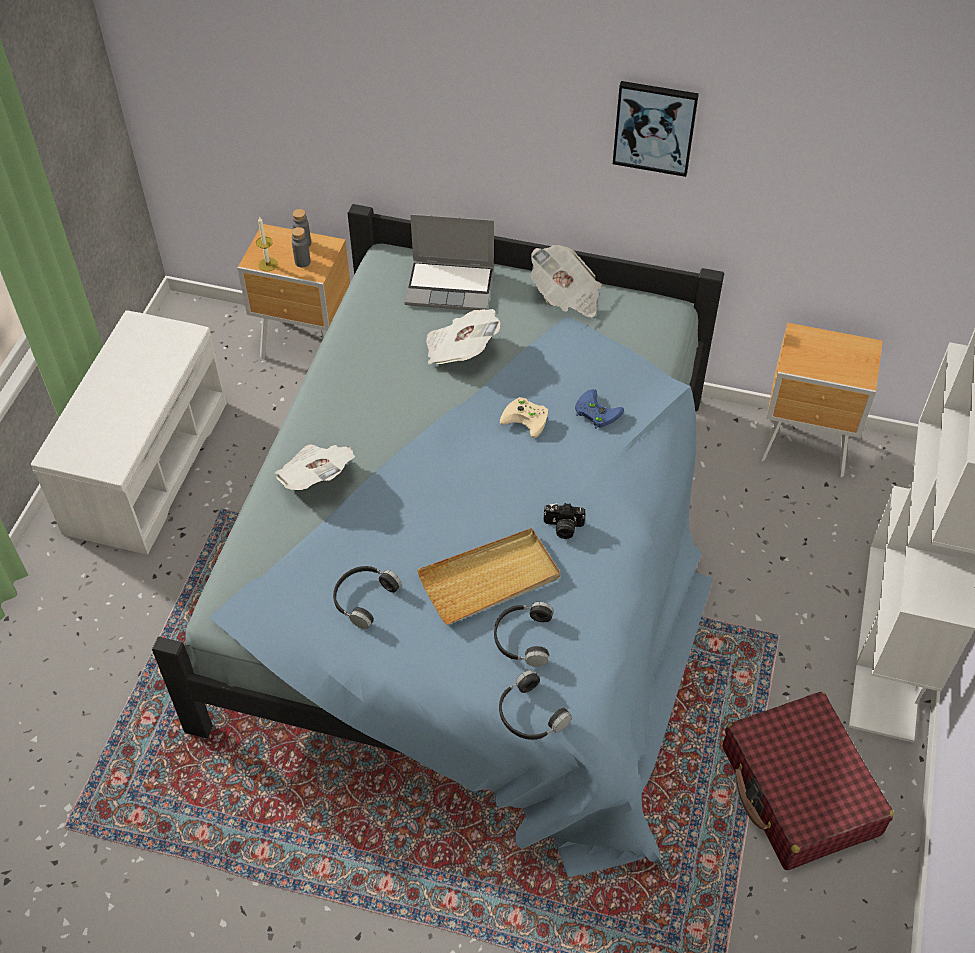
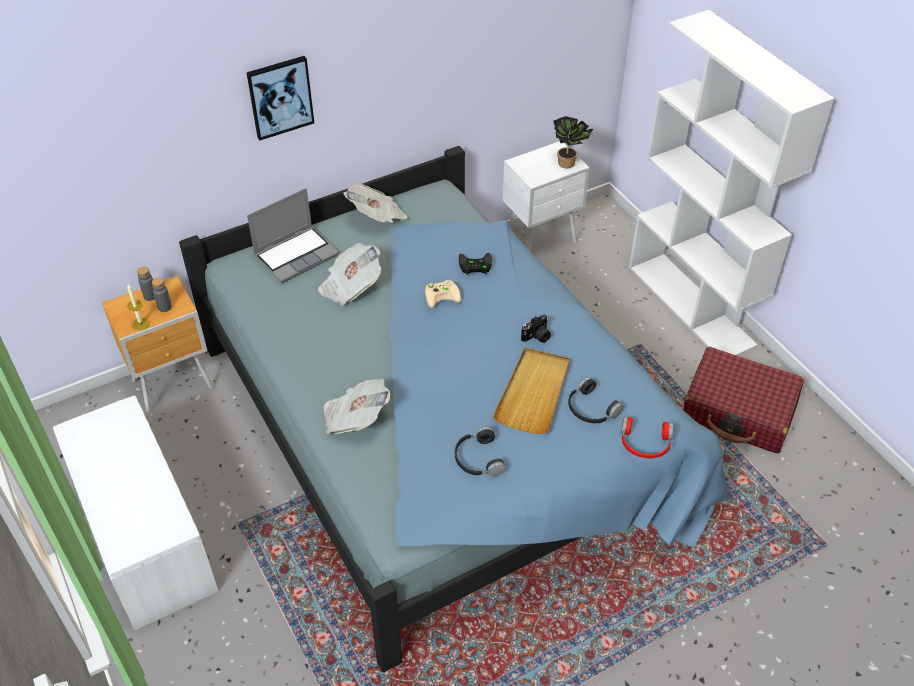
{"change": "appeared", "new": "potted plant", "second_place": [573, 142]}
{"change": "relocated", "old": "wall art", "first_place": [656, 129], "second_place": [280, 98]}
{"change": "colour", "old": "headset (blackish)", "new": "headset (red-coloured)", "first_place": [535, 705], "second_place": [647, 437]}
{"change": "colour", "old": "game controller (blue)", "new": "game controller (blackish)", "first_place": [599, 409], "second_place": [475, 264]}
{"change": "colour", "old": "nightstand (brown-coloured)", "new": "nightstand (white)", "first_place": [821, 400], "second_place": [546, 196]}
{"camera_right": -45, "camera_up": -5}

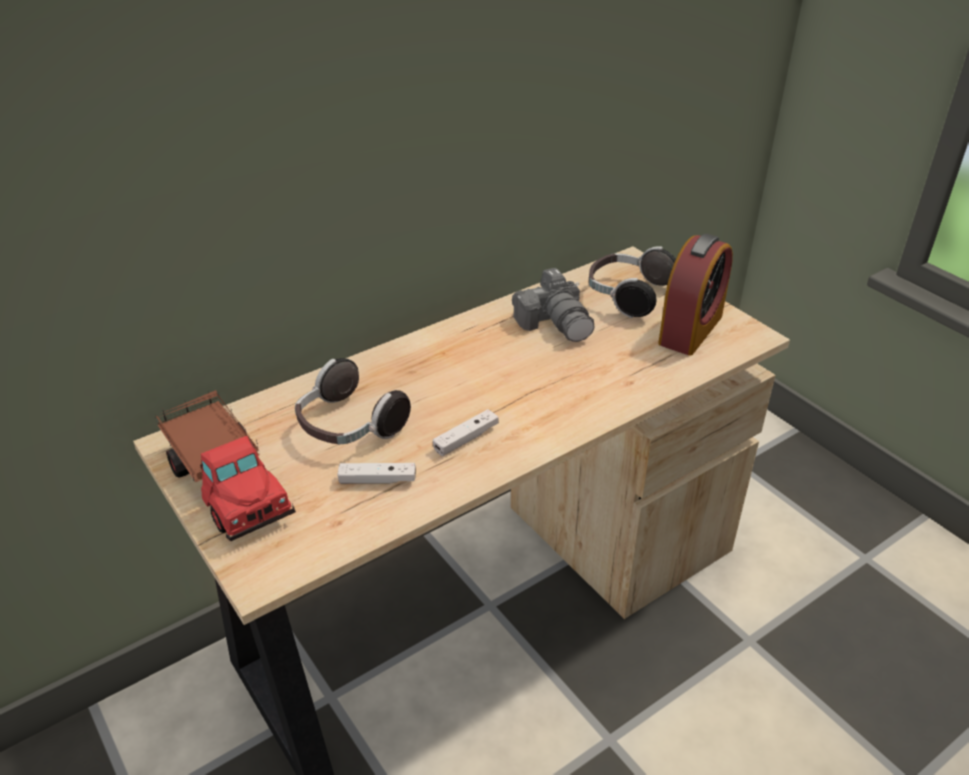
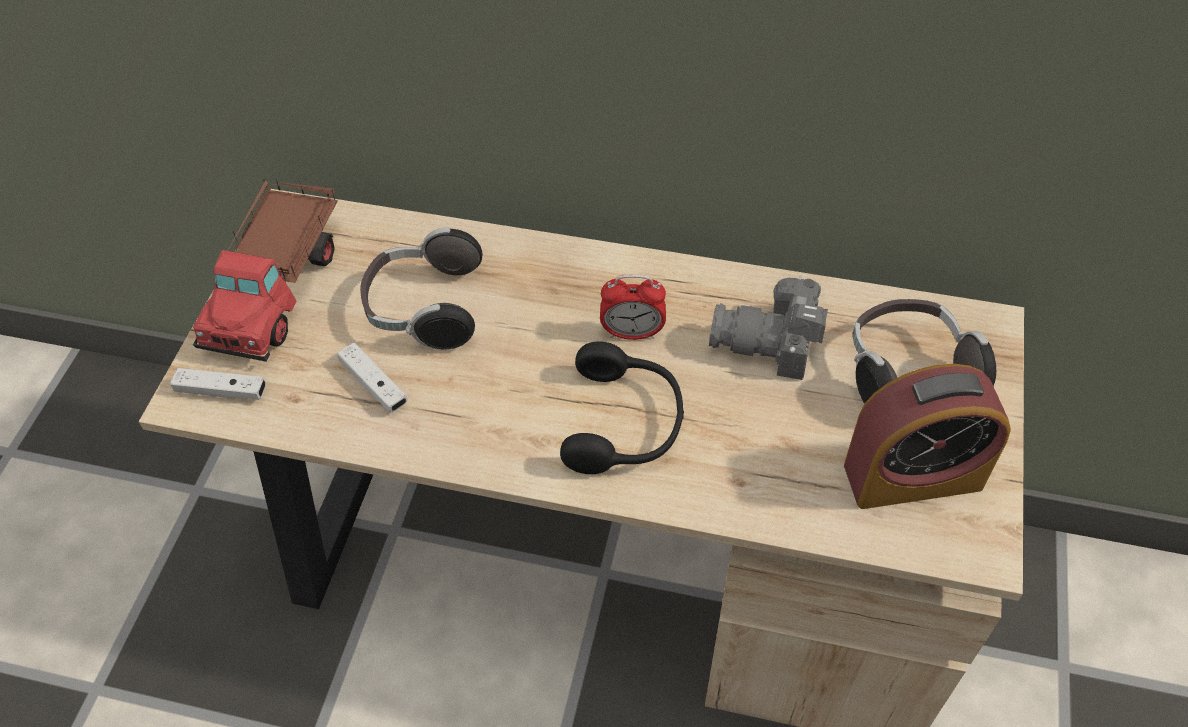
{"change": "appeared", "new": "headset (blackish)", "second_place": [622, 407]}
{"change": "appeared", "new": "alarm clock", "second_place": [633, 307]}
{"change": "relocated", "old": "game controller (white)", "first_place": [466, 432], "second_place": [218, 384]}
{"change": "spun", "old": "still camera", "first_place": [553, 305], "second_place": [768, 327], "degrees": 75}
{"camera_right": 50, "camera_up": 15}

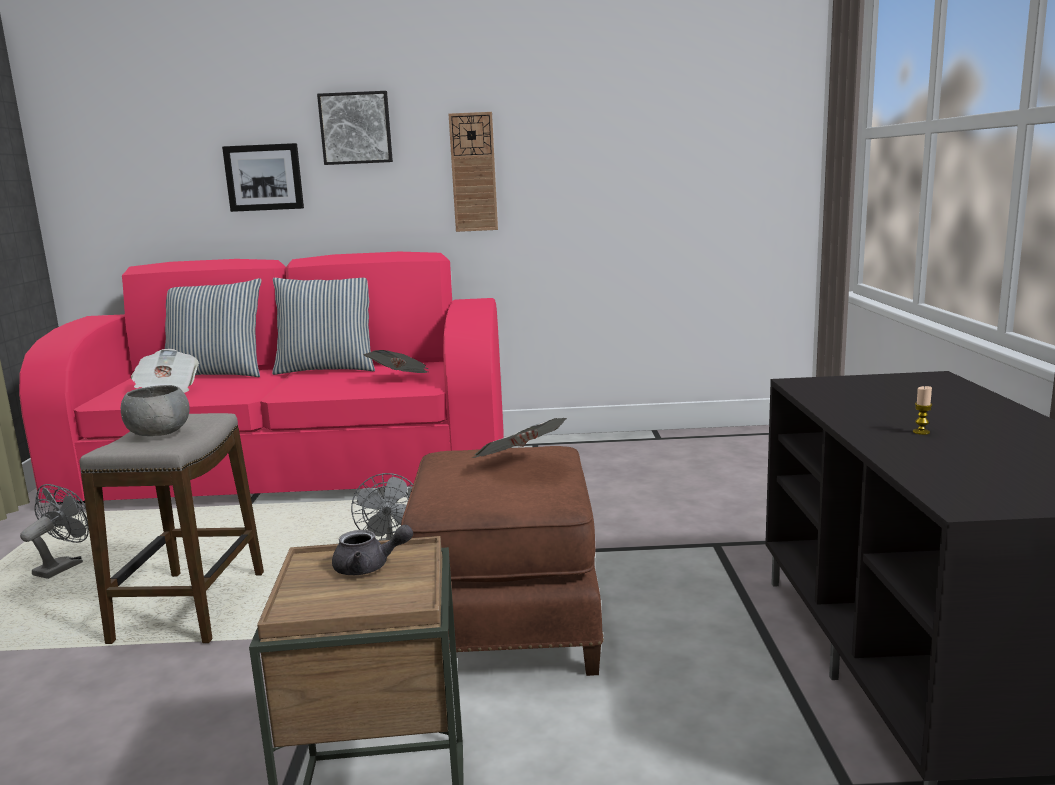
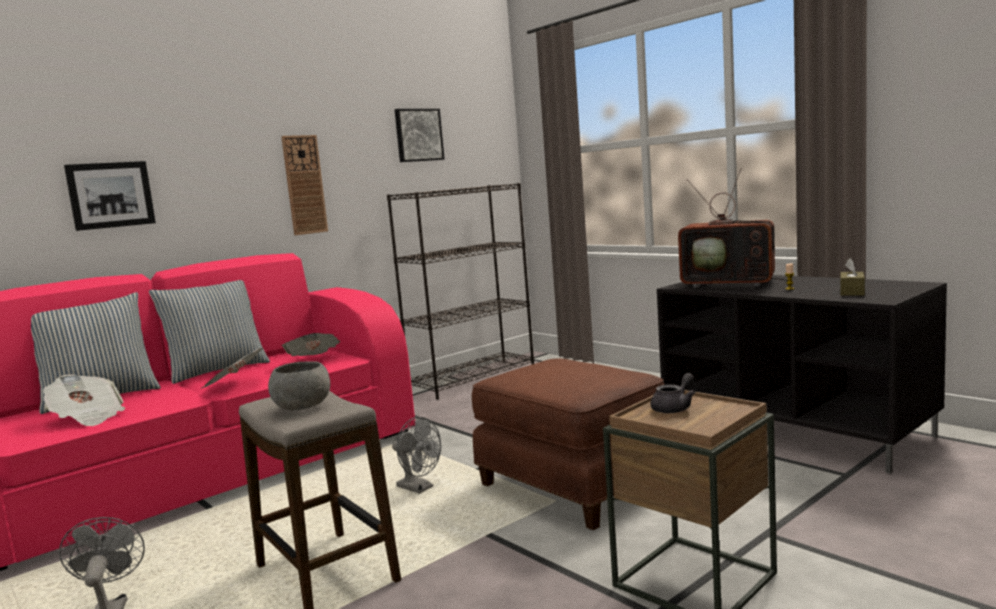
{"change": "appeared", "new": "bookcase (blackish)", "second_place": [460, 291]}
{"change": "appeared", "new": "TV set", "second_place": [735, 228]}
{"change": "appeared", "new": "box of tissues (brown-coloured)", "second_place": [852, 277]}
{"change": "relocated", "old": "wall art", "first_place": [355, 128], "second_place": [420, 135]}
{"change": "relocated", "old": "newspaper", "first_place": [519, 438], "second_place": [231, 368]}
{"camera_right": -40, "camera_up": -5}

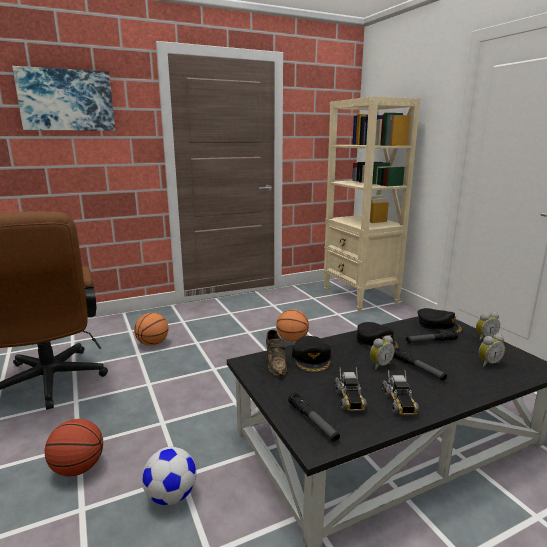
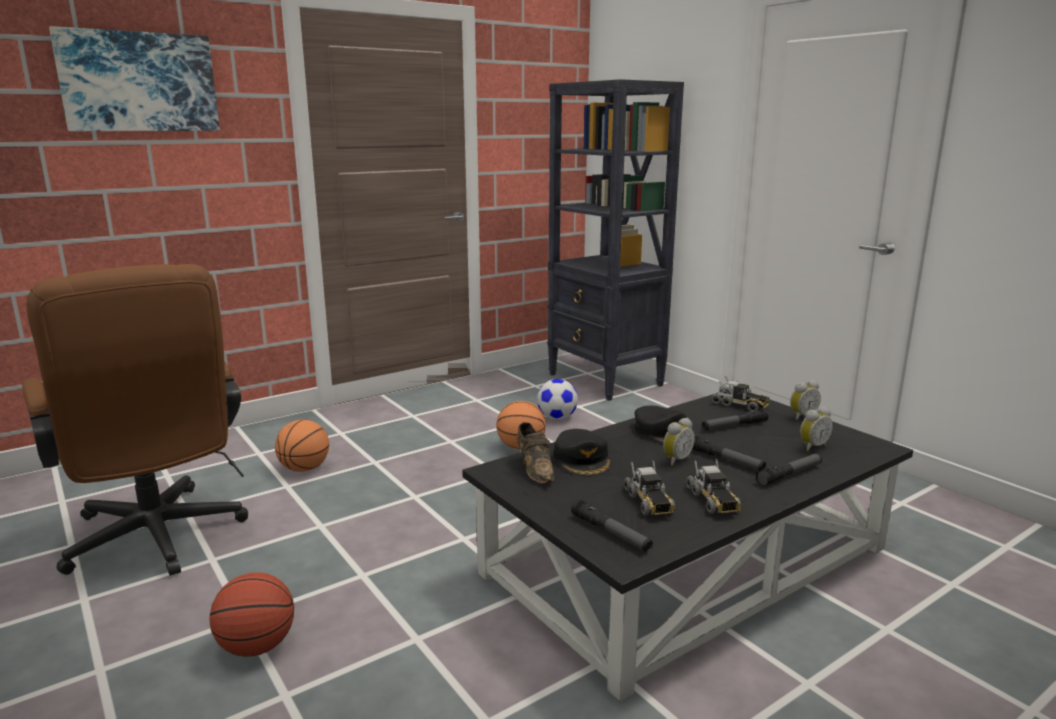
{"change": "appeared", "new": "hand torch", "second_place": [789, 469]}
{"change": "relocated", "old": "ball for football", "first_place": [169, 476], "second_place": [557, 399]}
{"change": "exchanged", "old": "cap (blackish)", "new": "model truck", "first_place": [440, 321], "second_place": [740, 393]}
{"change": "colour", "old": "bookcase (sand-coloured)", "new": "bookcase (blackish)", "first_place": [371, 204], "second_place": [615, 240]}
{"camera_right": -10, "camera_up": 0}

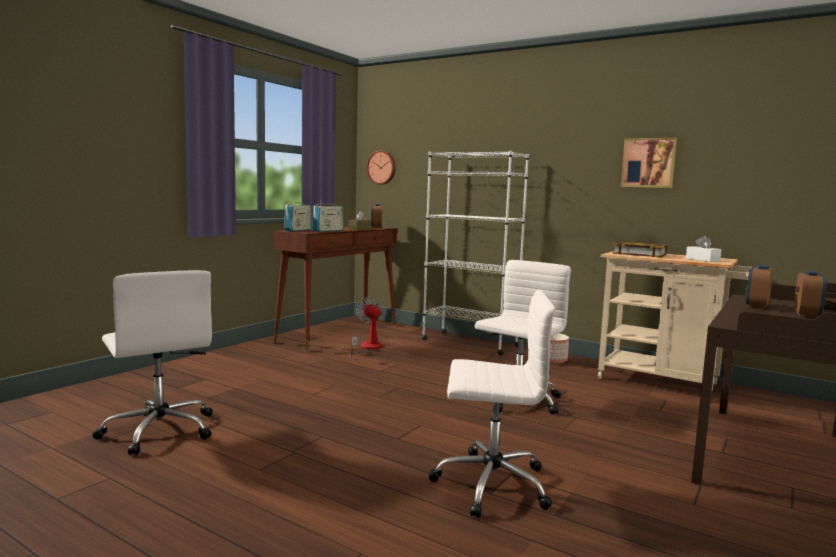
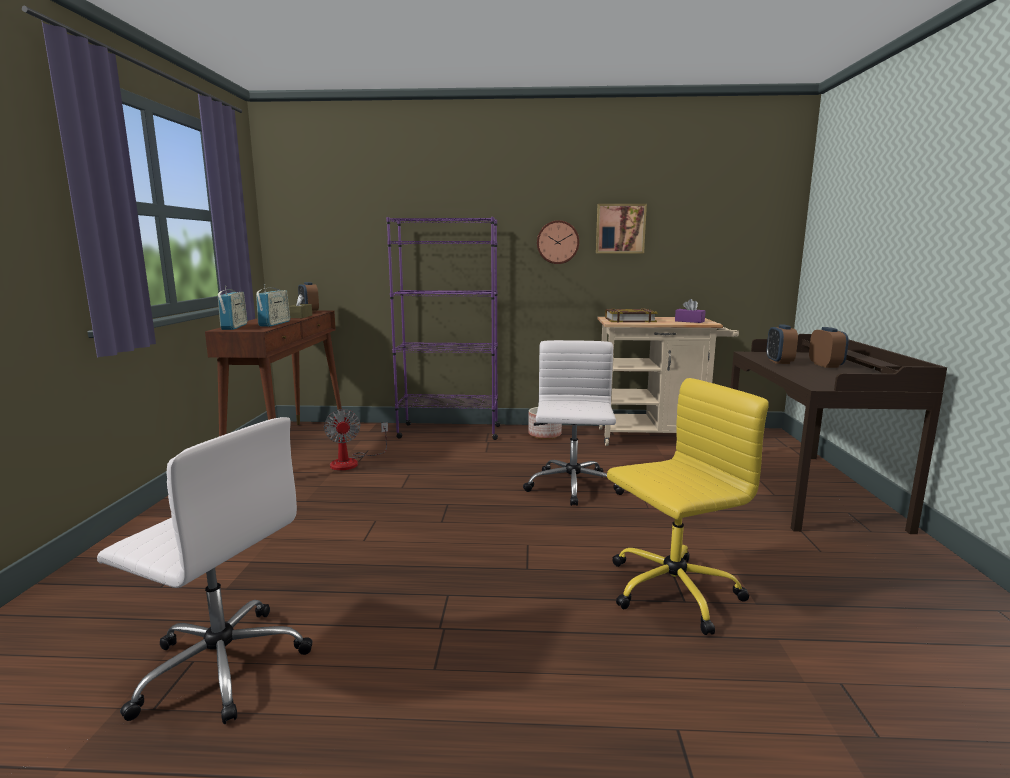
{"change": "relocated", "old": "hanging clock", "first_place": [381, 168], "second_place": [558, 242]}
{"change": "colour", "old": "bookcase (white)", "new": "bookcase (purplish)", "first_place": [475, 253], "second_place": [443, 328]}
{"change": "colour", "old": "desk chair (white)", "new": "desk chair (yellowish)", "first_place": [492, 404], "second_place": [688, 506]}
{"change": "colour", "old": "box of tissues (white)", "new": "box of tissues (purplish)", "first_place": [704, 249], "second_place": [690, 311]}
{"change": "spun", "old": "fan", "first_place": [366, 327], "second_place": [356, 440], "degrees": -135}
{"camera_right": -30, "camera_up": 5}

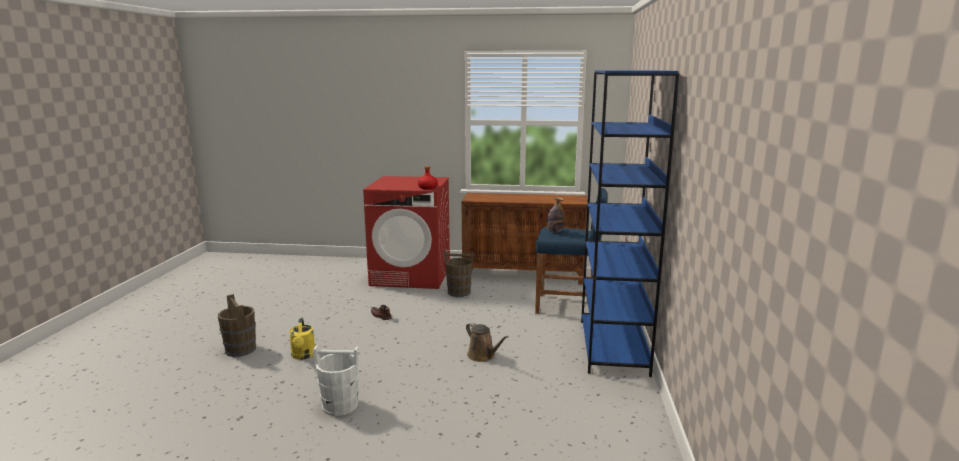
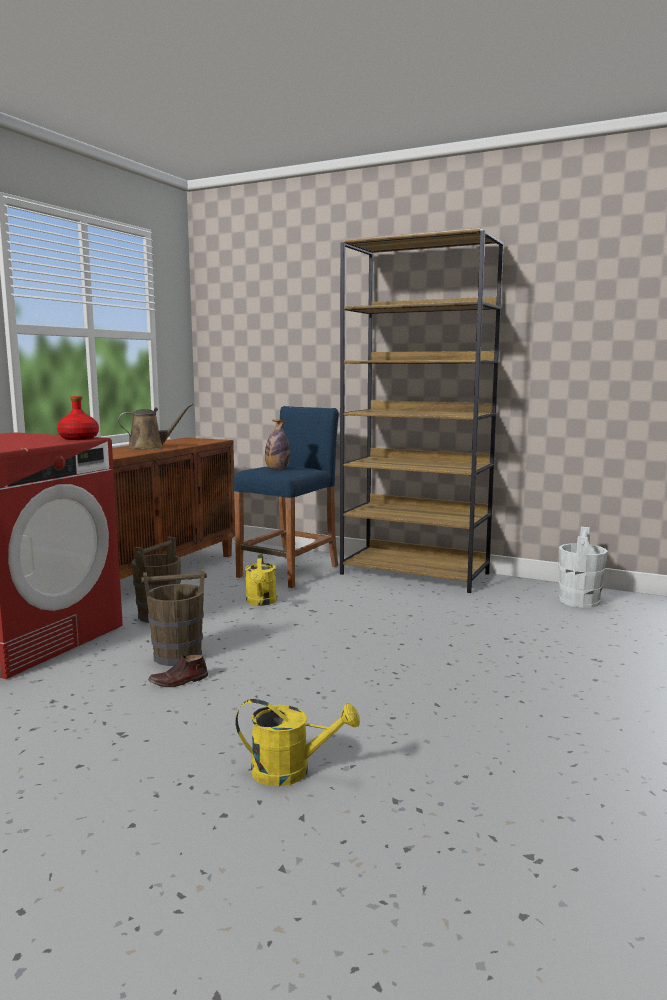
{"change": "appeared", "new": "watering pot (yellowish)", "second_place": [261, 580]}
{"change": "relocated", "old": "pail (brown-coloured)", "first_place": [237, 325], "second_place": [174, 617]}
{"change": "relocated", "old": "pail (white)", "first_place": [336, 381], "second_place": [583, 567]}
{"change": "relocated", "old": "watering pot (brown-coloured)", "first_place": [487, 342], "second_place": [155, 426]}
{"change": "colour", "old": "bookcase (blue)", "new": "bookcase (brown-coloured)", "first_place": [630, 223], "second_place": [422, 410]}
{"camera_right": -70, "camera_up": -5}

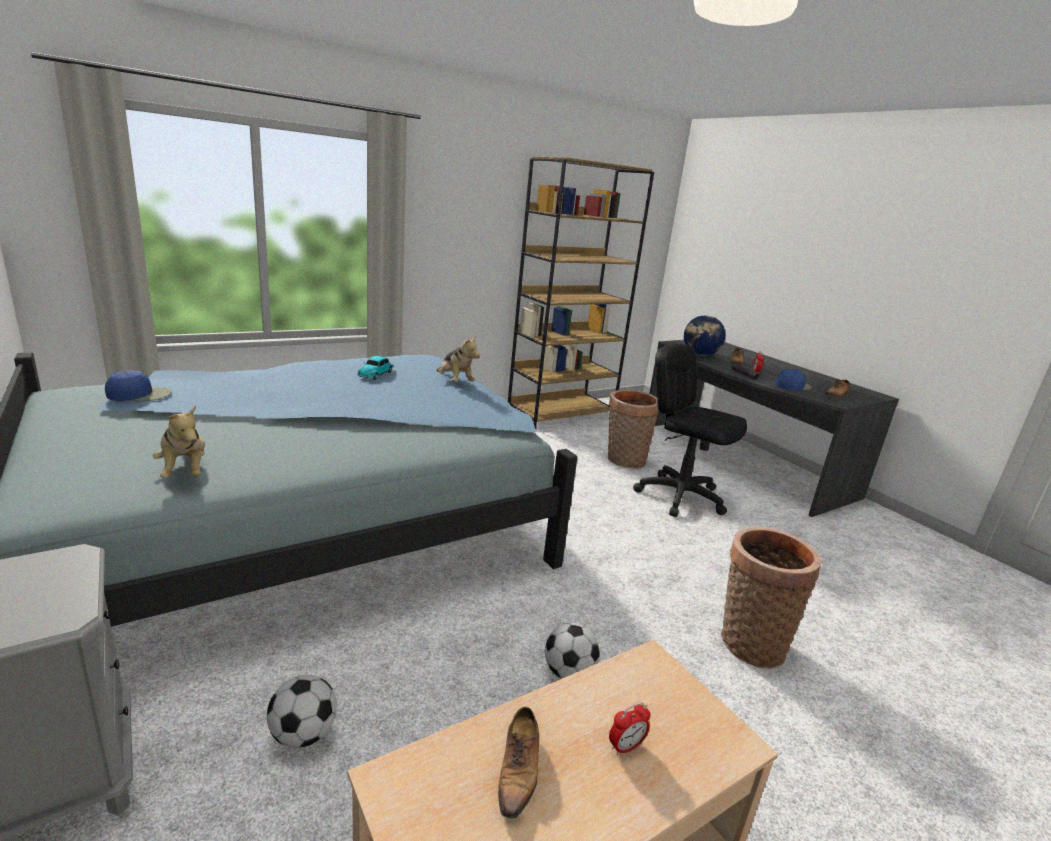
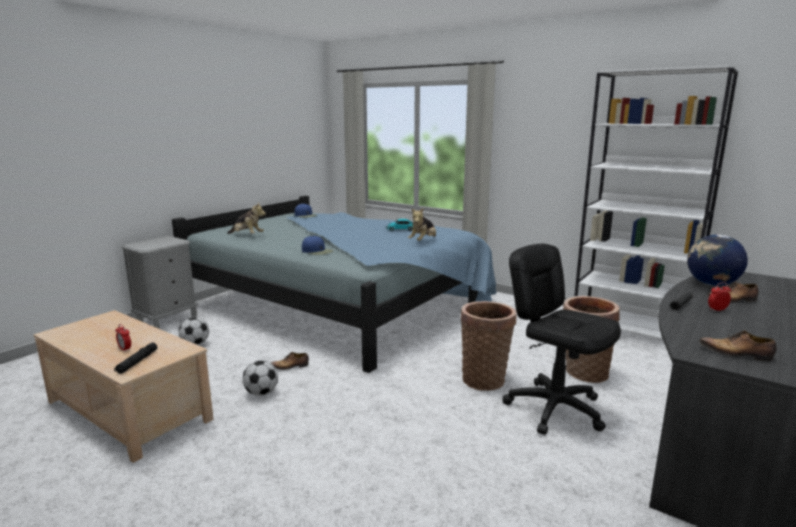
{"change": "appeared", "new": "hand torch (blackish)", "second_place": [135, 358]}
{"change": "relocated", "old": "shoe", "first_place": [518, 762], "second_place": [290, 361]}
{"change": "relocated", "old": "basket", "first_place": [771, 597], "second_place": [489, 346]}
{"change": "relocated", "old": "cap (blue)", "first_place": [793, 380], "second_place": [317, 245]}
{"change": "colour", "old": "bookcase (brown-coloured)", "new": "bookcase (white)", "first_place": [581, 292], "second_place": [656, 202]}
{"change": "spun", "old": "cuddly toy", "first_place": [179, 441], "second_place": [246, 218], "degrees": -105}
{"change": "spun", "old": "desk chair (blackish)", "first_place": [690, 430], "second_place": [561, 339], "degrees": -60}
{"camera_right": 70, "camera_up": -5}

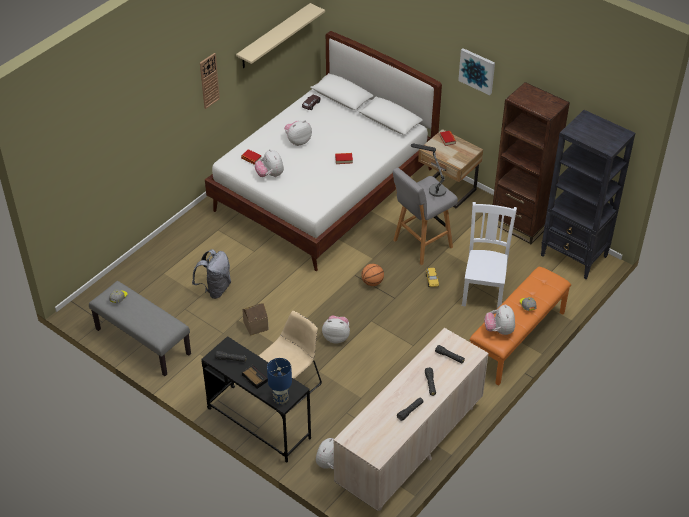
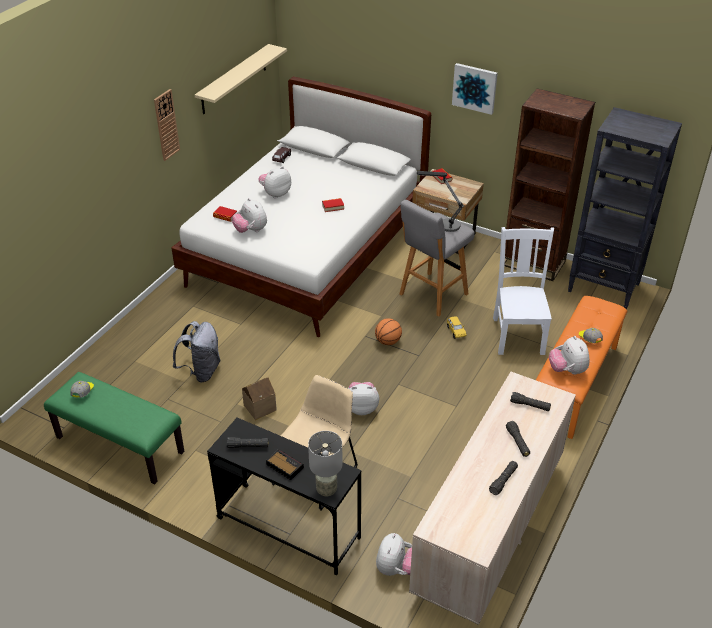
{"change": "colour", "old": "long seat (gray)", "new": "long seat (green)", "first_place": [140, 328], "second_place": [114, 428]}
{"change": "colour", "old": "tabletop lamp (blue)", "new": "tabletop lamp (gray)", "first_place": [279, 381], "second_place": [325, 463]}
{"camera_right": -10, "camera_up": -5}

